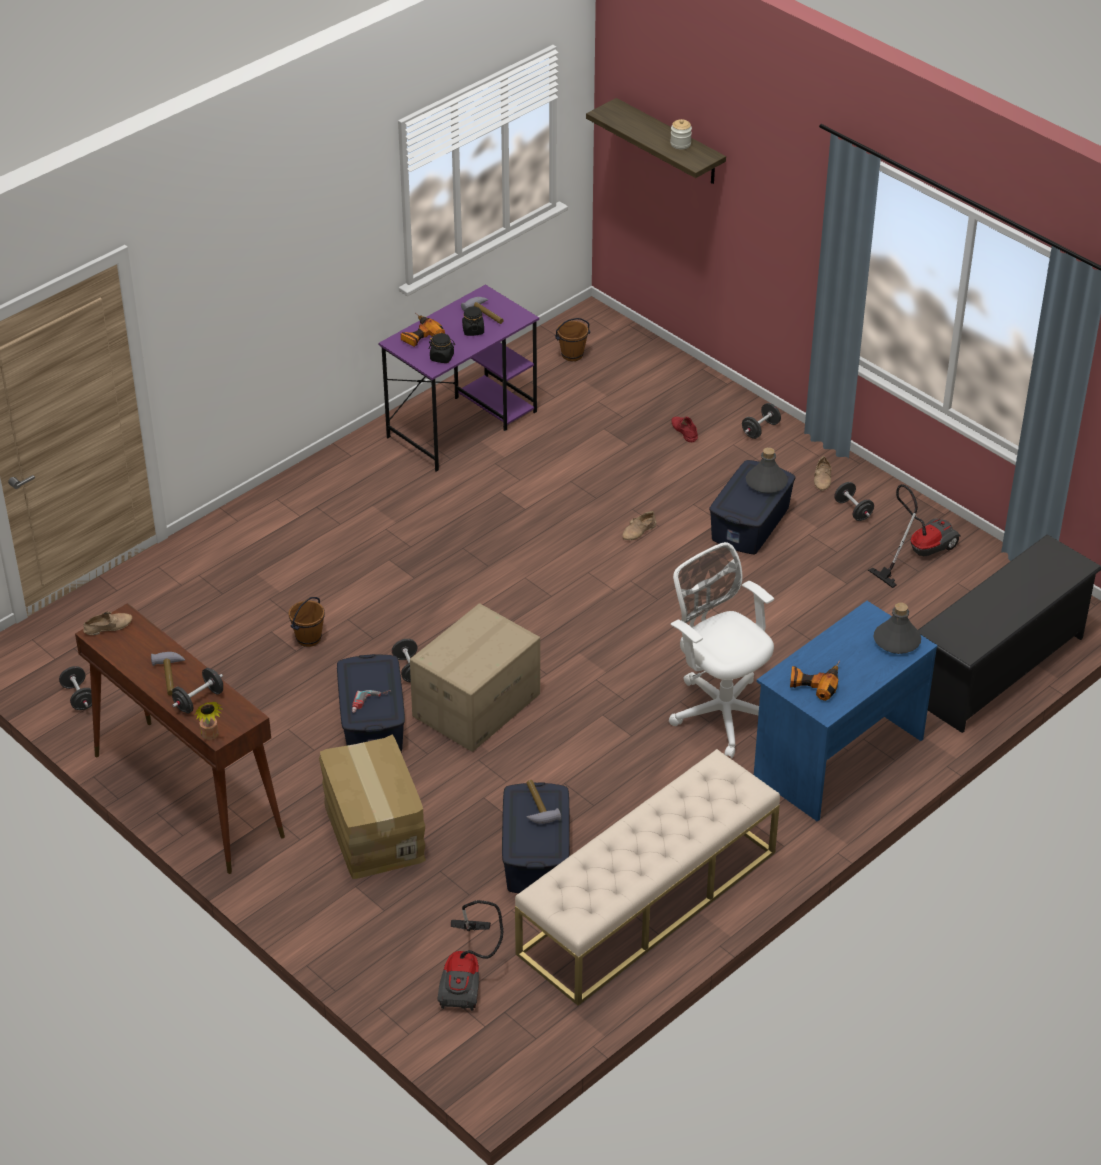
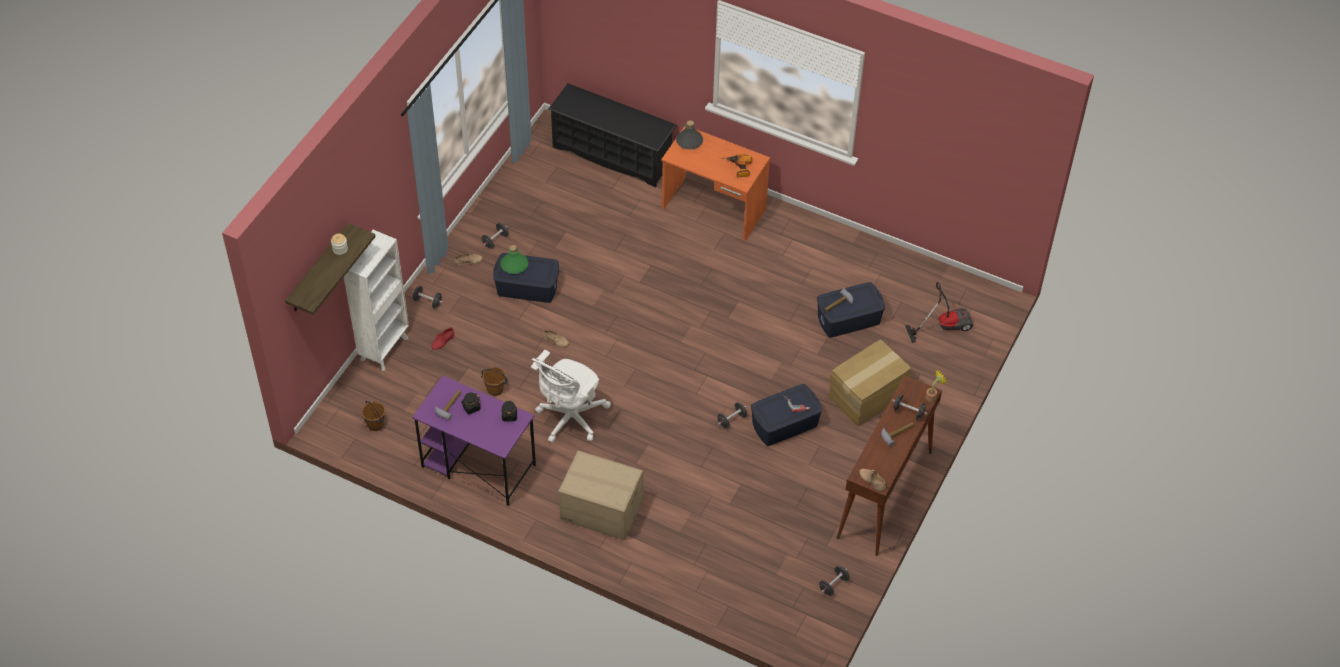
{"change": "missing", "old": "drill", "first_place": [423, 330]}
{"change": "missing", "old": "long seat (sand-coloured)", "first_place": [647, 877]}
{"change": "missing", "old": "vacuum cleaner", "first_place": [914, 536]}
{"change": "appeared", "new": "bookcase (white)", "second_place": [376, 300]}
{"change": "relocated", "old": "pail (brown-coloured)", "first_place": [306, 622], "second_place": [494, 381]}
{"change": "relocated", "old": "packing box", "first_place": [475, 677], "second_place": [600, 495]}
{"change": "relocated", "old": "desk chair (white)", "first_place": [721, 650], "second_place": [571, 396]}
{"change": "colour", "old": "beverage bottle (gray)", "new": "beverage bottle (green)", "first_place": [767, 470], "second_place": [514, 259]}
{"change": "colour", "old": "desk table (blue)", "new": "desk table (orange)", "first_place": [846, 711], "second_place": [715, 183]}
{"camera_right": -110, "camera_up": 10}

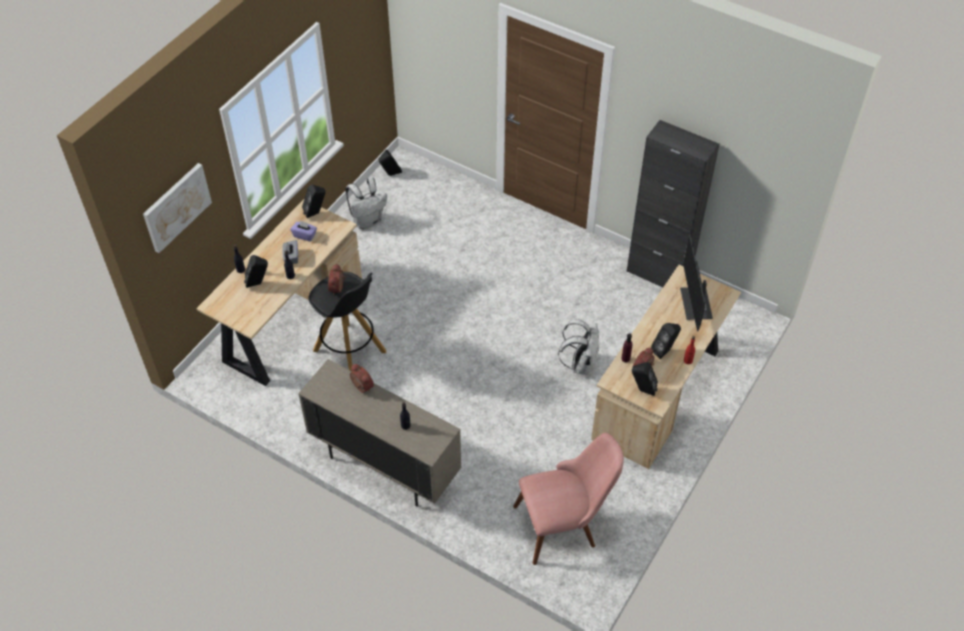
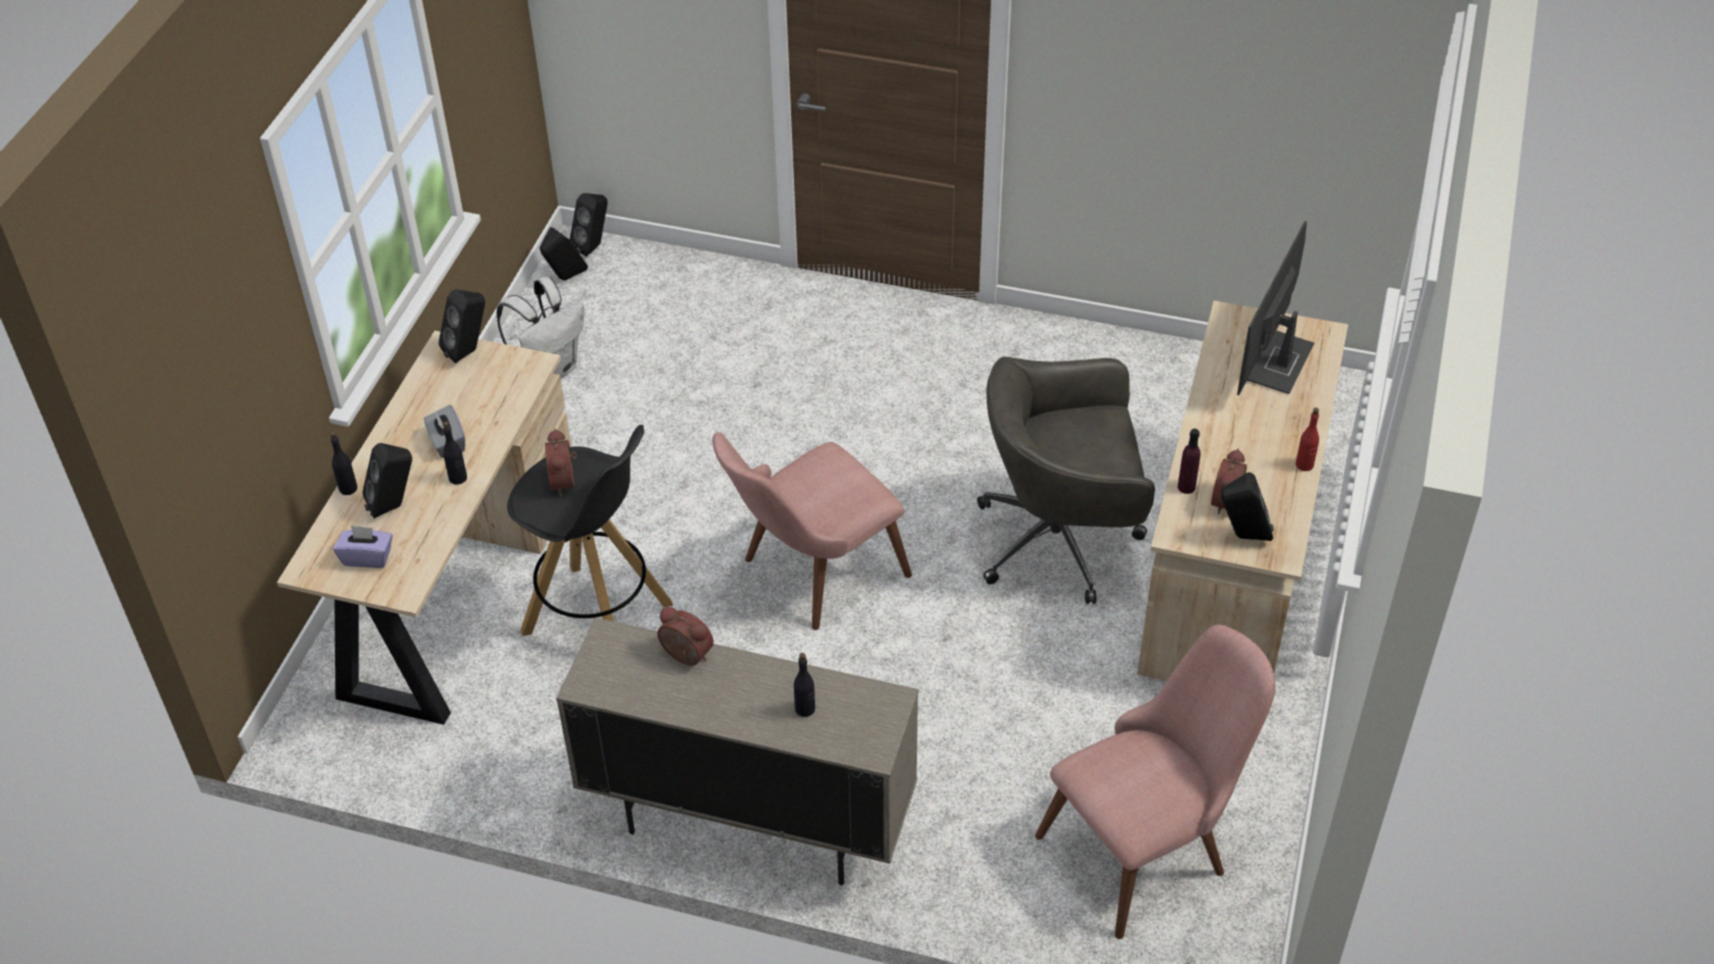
{"change": "missing", "old": "wall art", "first_place": [177, 208]}
{"change": "missing", "old": "cupboard (blackish)", "first_place": [673, 203]}
{"change": "appeared", "new": "plain chair (pinkish)", "second_place": [812, 531]}
{"change": "relocated", "old": "box of tissues (purplish)", "first_place": [303, 231], "second_place": [363, 546]}
{"change": "relocated", "old": "loudspeaker (blackish)", "first_place": [666, 341], "second_place": [589, 225]}
{"change": "exchanged", "old": "rucksack (white)", "new": "desk chair (gray)", "first_place": [578, 347], "second_place": [1066, 480]}
{"change": "spun", "old": "monitor", "first_place": [696, 282], "second_place": [1275, 308], "degrees": 45}
{"camera_right": -15, "camera_up": -5}

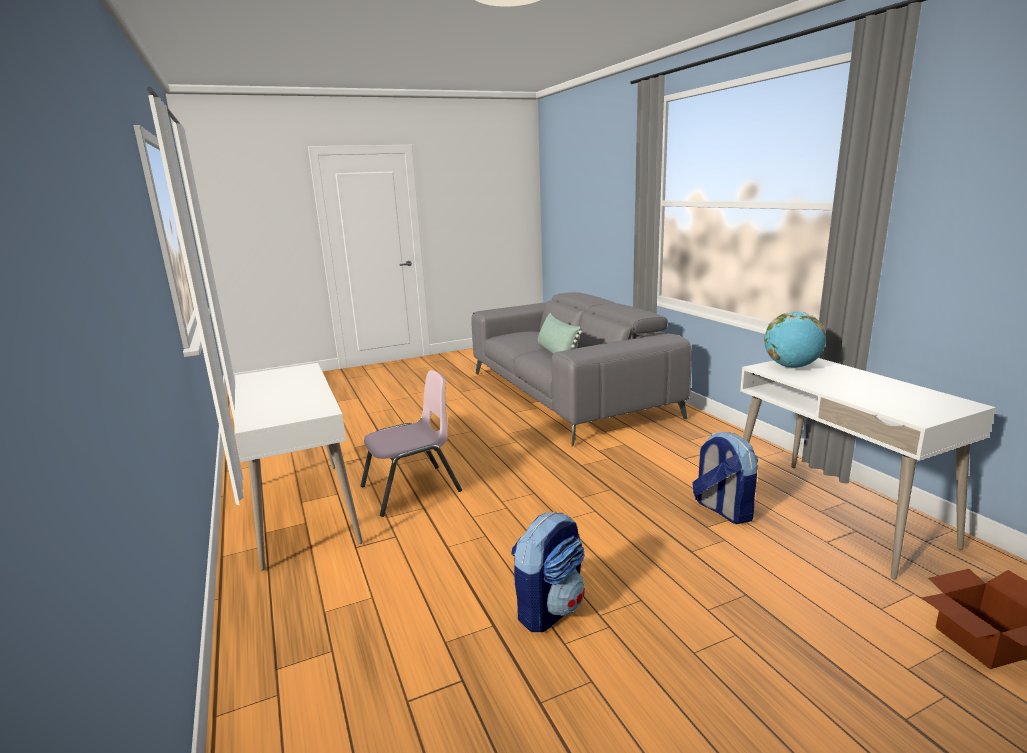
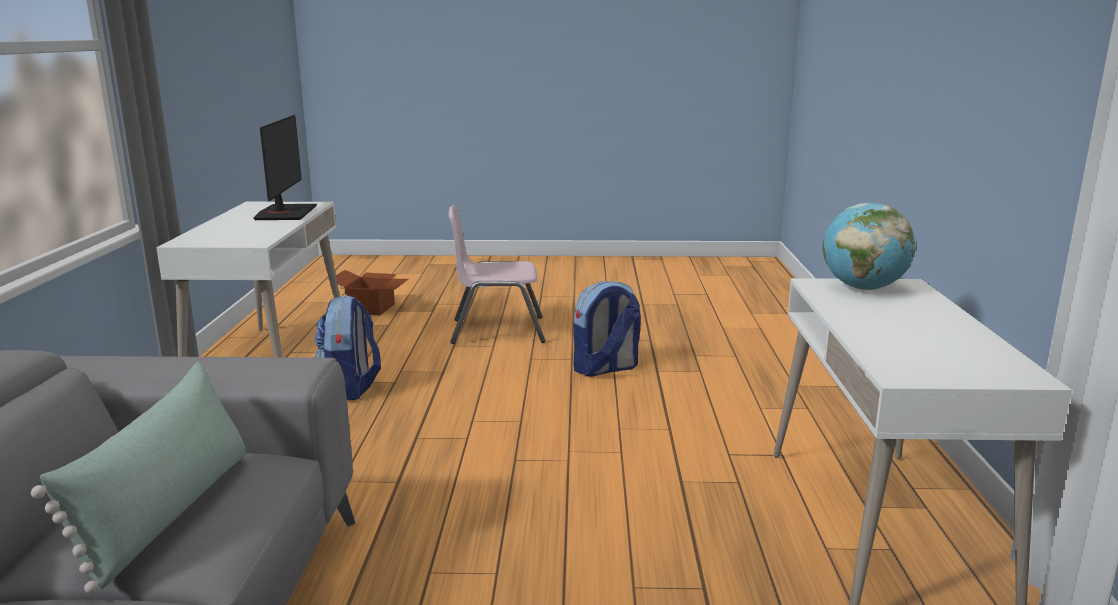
{"change": "appeared", "new": "monitor", "second_place": [285, 167]}
{"change": "relocated", "old": "plain chair (pinkish)", "first_place": [411, 443], "second_place": [497, 274]}
{"change": "relocated", "old": "globe", "first_place": [795, 339], "second_place": [869, 246]}
{"camera_right": -155, "camera_up": 0}

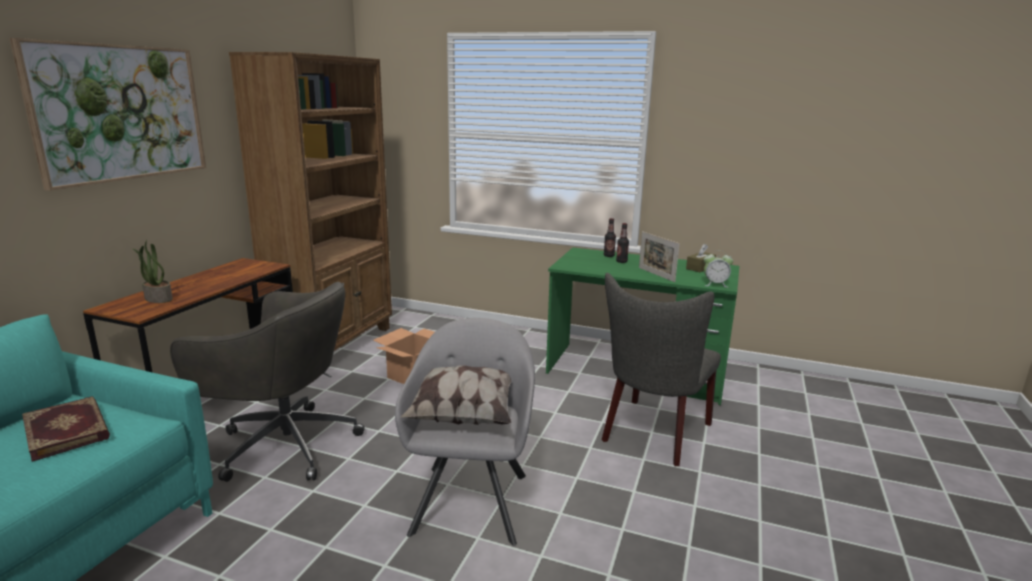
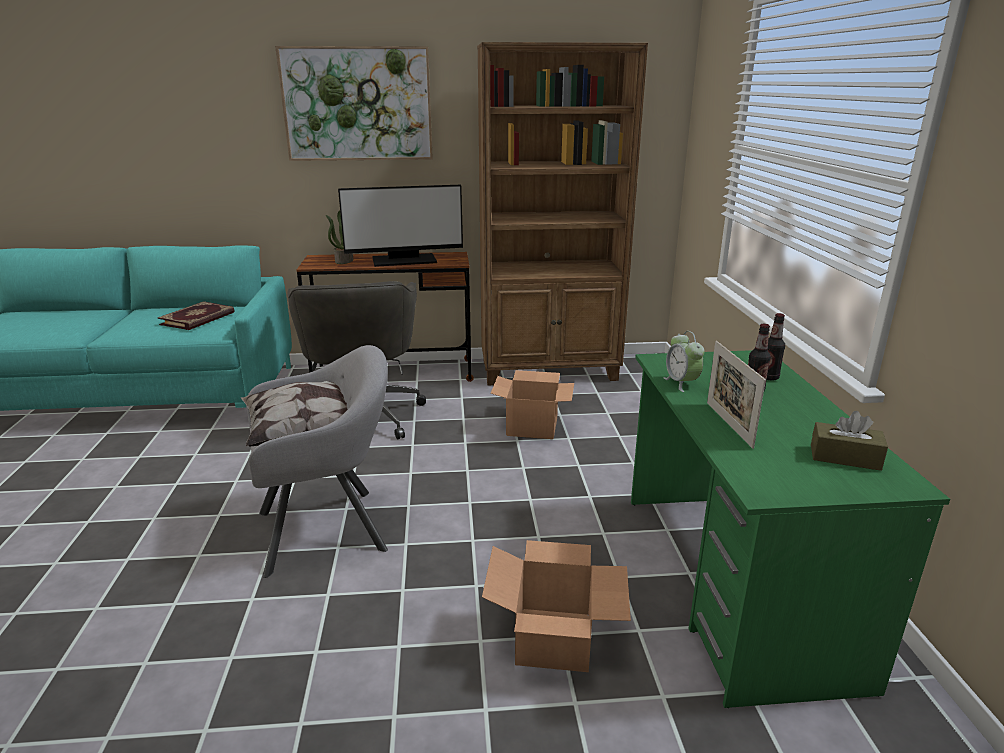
{"change": "appeared", "new": "monitor", "second_place": [400, 226]}
{"change": "relocated", "old": "alarm clock", "first_place": [718, 268], "second_place": [683, 361]}
{"change": "exchanged", "old": "plain chair (gray)", "new": "packing box", "first_place": [661, 369], "second_place": [556, 606]}
{"change": "spun", "old": "standing frame", "first_place": [659, 256], "second_place": [736, 395], "degrees": -45}
{"camera_right": 65, "camera_up": 5}

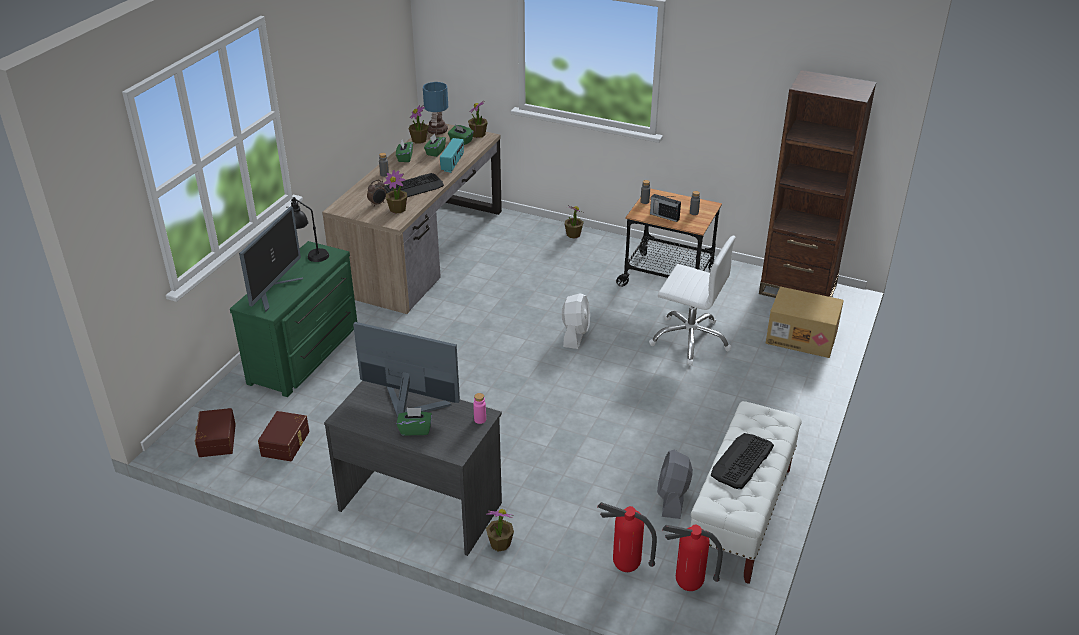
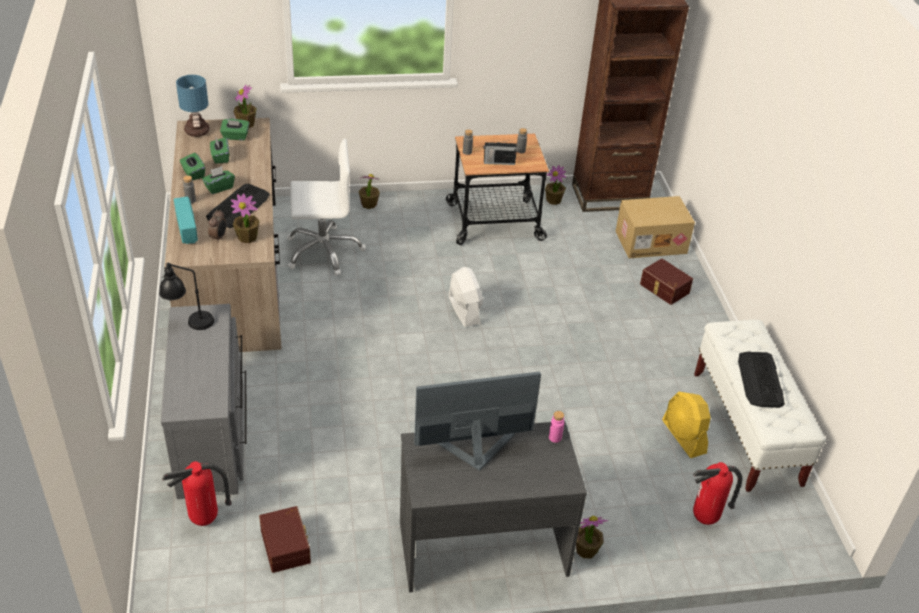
{"change": "missing", "old": "monitor", "first_place": [271, 259]}
{"change": "relocated", "old": "storage container (brown-coloured)", "first_place": [215, 432], "second_place": [666, 281]}
{"change": "relocated", "old": "box of tissues (green)", "first_place": [414, 422], "second_place": [218, 180]}
{"change": "relocated", "old": "potted plant", "first_place": [418, 124], "second_place": [555, 185]}
{"change": "relocated", "old": "radio set", "first_place": [452, 155], "second_place": [186, 220]}
{"change": "relocated", "old": "desk chair (white)", "first_place": [692, 300], "second_place": [326, 207]}
{"change": "relocated", "old": "extinguisher", "first_place": [692, 558], "second_place": [197, 493]}
{"change": "colour", "old": "drawer chest (green)", "new": "drawer chest (gray)", "first_place": [293, 319], "second_place": [204, 401]}
{"change": "colour", "old": "fan (gray)", "new": "fan (yellowish)", "first_place": [675, 484], "second_place": [686, 425]}
{"camera_right": -35, "camera_up": 5}

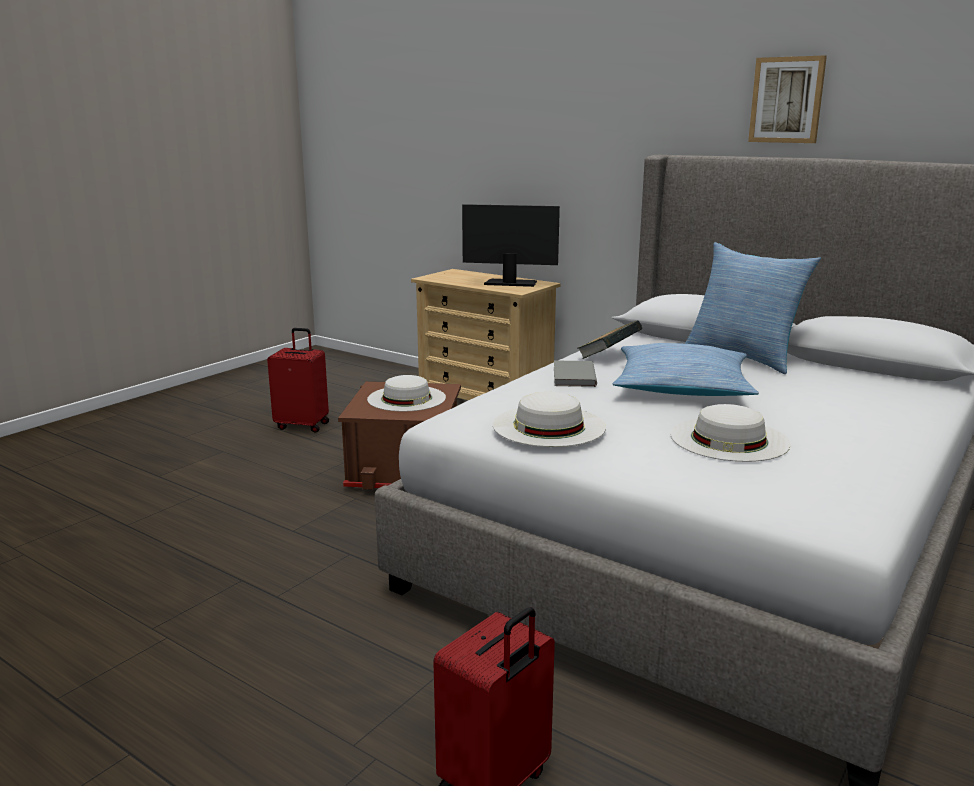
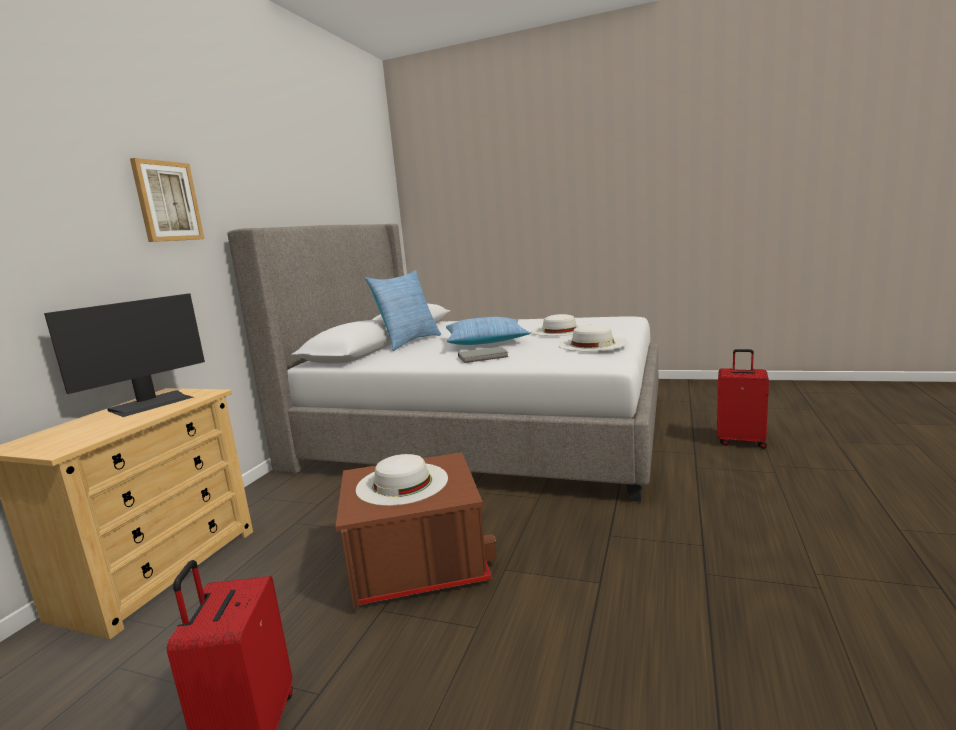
{"change": "missing", "old": "volume", "first_place": [610, 339]}
{"change": "relocated", "old": "wall art", "first_place": [787, 99], "second_place": [167, 200]}
{"change": "spun", "old": "monitor", "first_place": [511, 245], "second_place": [124, 355], "degrees": -135}
{"camera_right": -105, "camera_up": -5}

